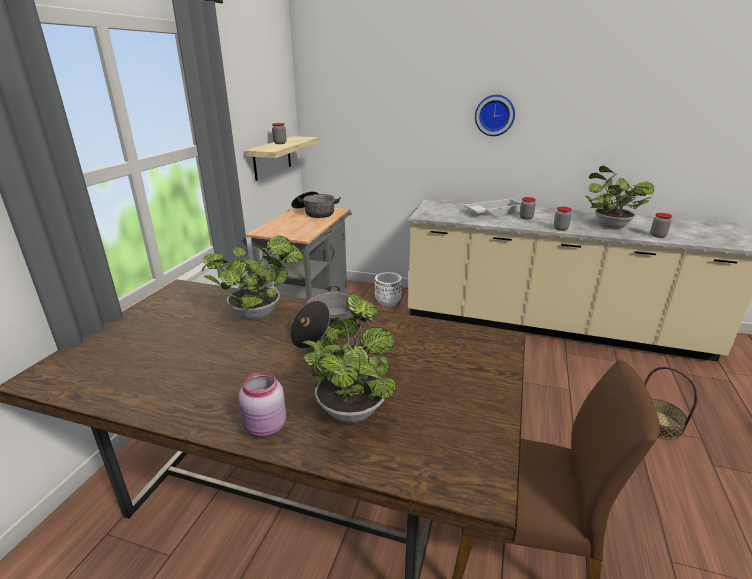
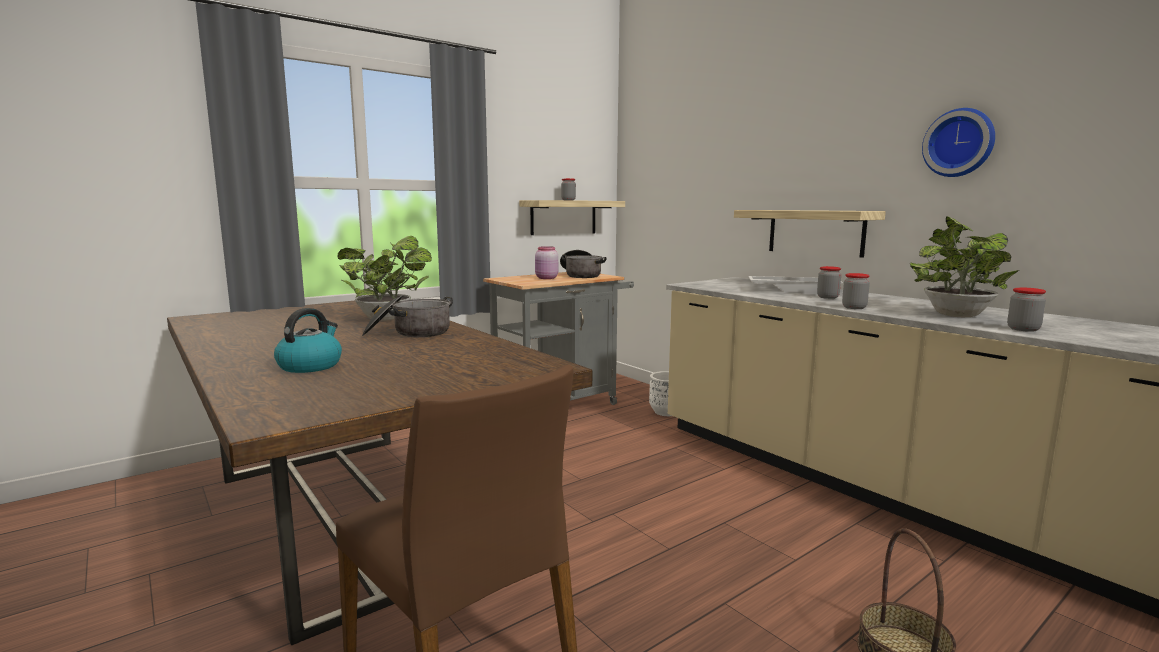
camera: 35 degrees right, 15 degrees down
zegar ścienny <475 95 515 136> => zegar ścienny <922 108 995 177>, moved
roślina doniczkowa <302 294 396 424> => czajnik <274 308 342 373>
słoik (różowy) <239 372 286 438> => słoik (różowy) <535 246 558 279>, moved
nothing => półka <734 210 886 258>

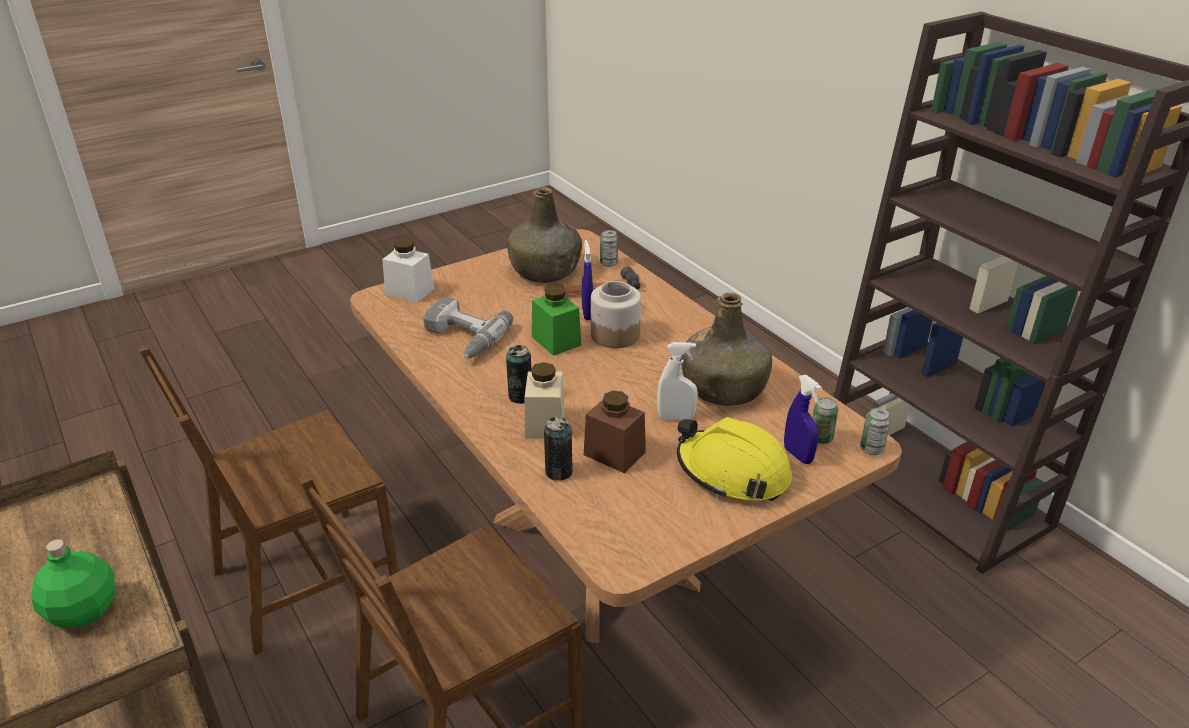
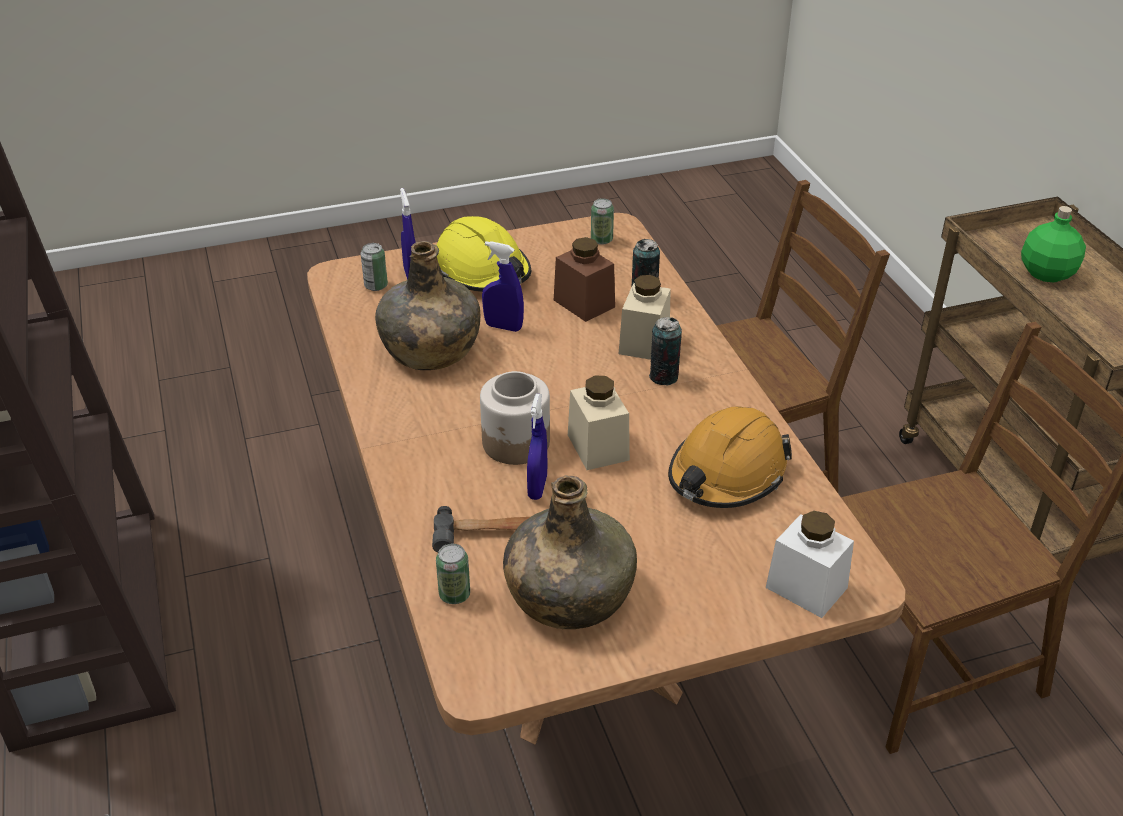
camera: 165 degrees left, 5 degrees up
słoik (zielony) <532 285 581 356> => słoik (beżowy) <568 375 630 470>
wiertarka <423 297 513 359> => kask (pomarańczowy) <668 406 792 508>
spryskiwacz (biały) <657 342 698 420> => spryskiwacz (niebieski) <482 241 524 332>
puszka <860 408 891 455> => puszka <591 198 614 245>, moved

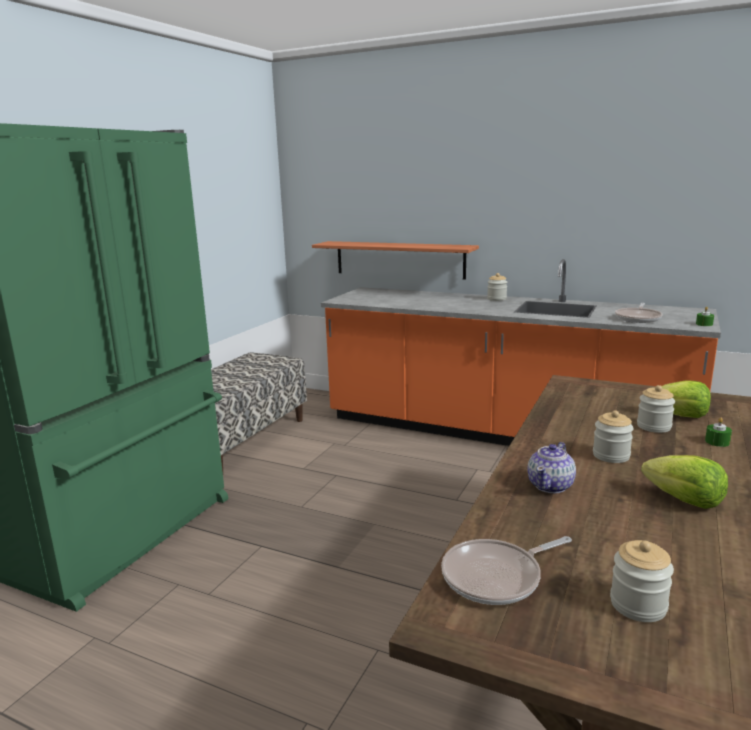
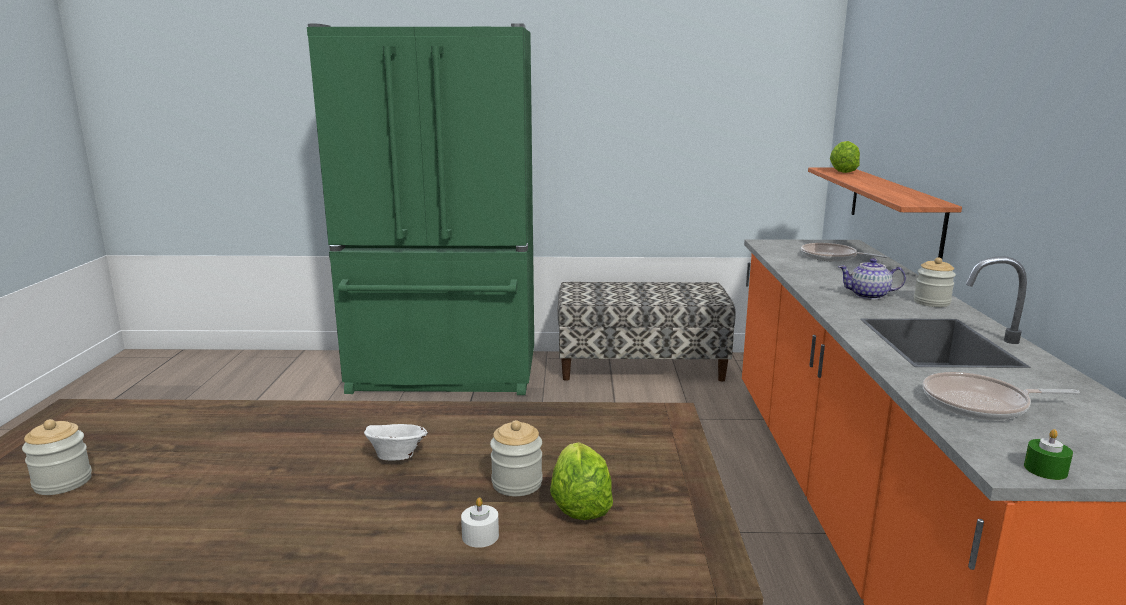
camera: 65 degrees right, 0 degrees up
słoik <593 410 634 463> => miska (biały) <364 424 428 461>
świeca (zielony) <705 418 732 447> => świeca (biały) <461 497 499 548>
imbryk <527 442 576 493> => imbryk <838 258 906 300>, moved
sałata <641 455 728 509> => sałata <830 141 860 173>, moved
patelnia <441 536 572 605> => patelnia <801 243 887 262>, moved

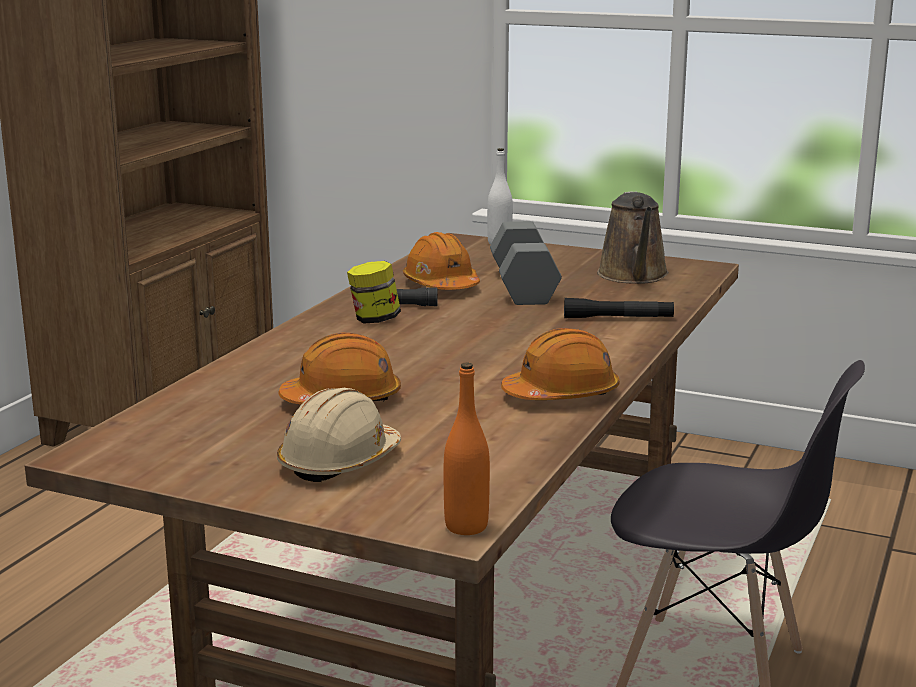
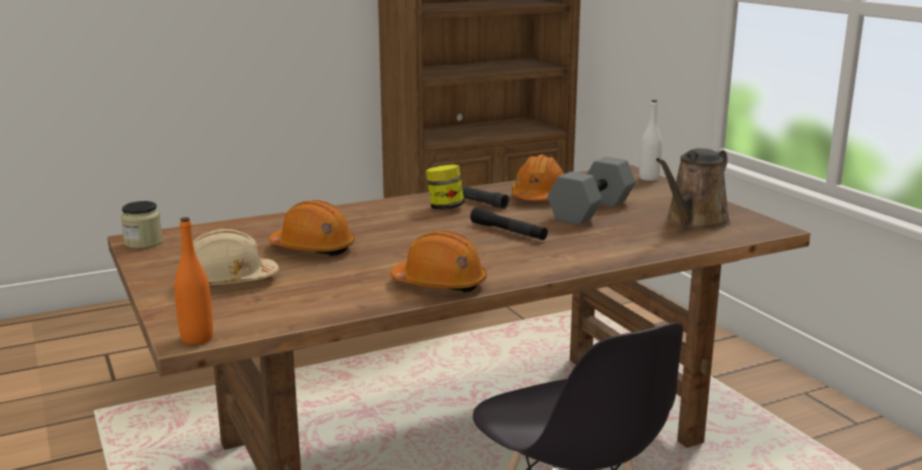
camera: 40 degrees right, 0 degrees up
latarka (czarny) <564 298 674 318> => latarka (czarny) <470 207 548 240>, moved
nothing => słoik <121 201 162 249>

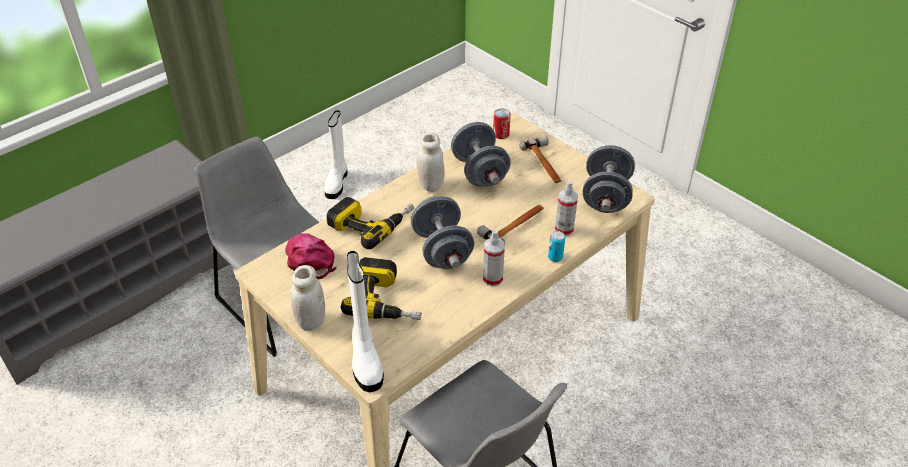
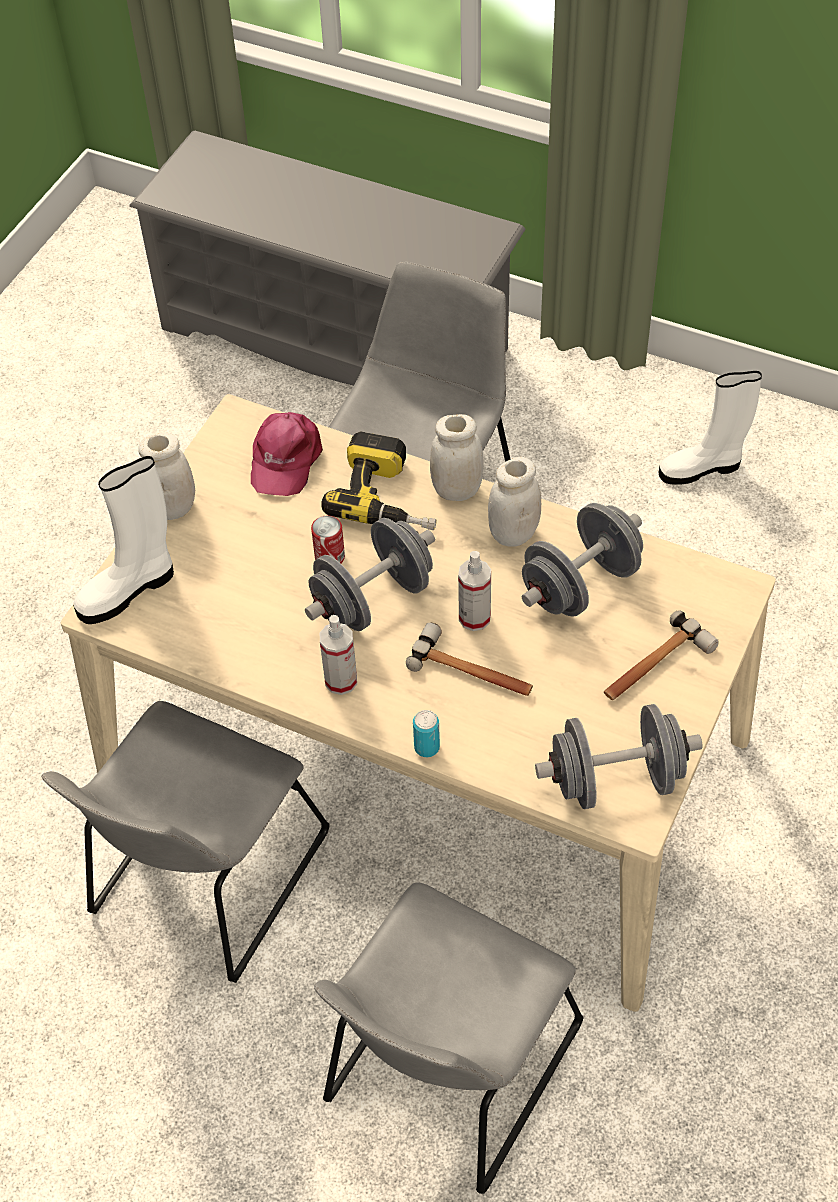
camera: 70 degrees right, 10 degrees up
puszka <493 109 511 139> => puszka <311 516 345 563>, moved
spryskiwacz <555 180 578 236> => spryskiwacz <458 551 491 631>, moved
czapka z daszkiem (różowy) <286 233 336 279> => czapka z daszkiem (różowy) <251 412 323 496>, 150 degrees clockwise
wiertarka <341 257 422 320> => nothing
nothing => słoik (biały) <430 414 484 501>
nothing => krzesło (szary) <314 882 584 1194>

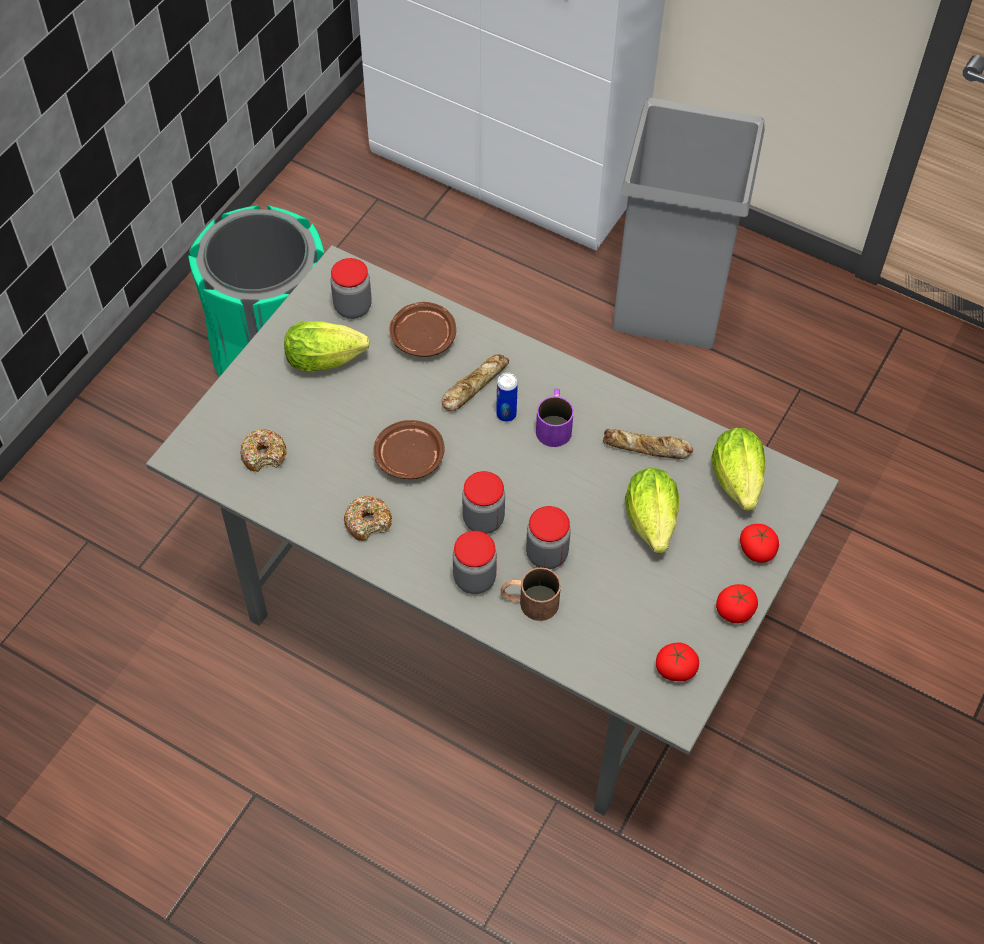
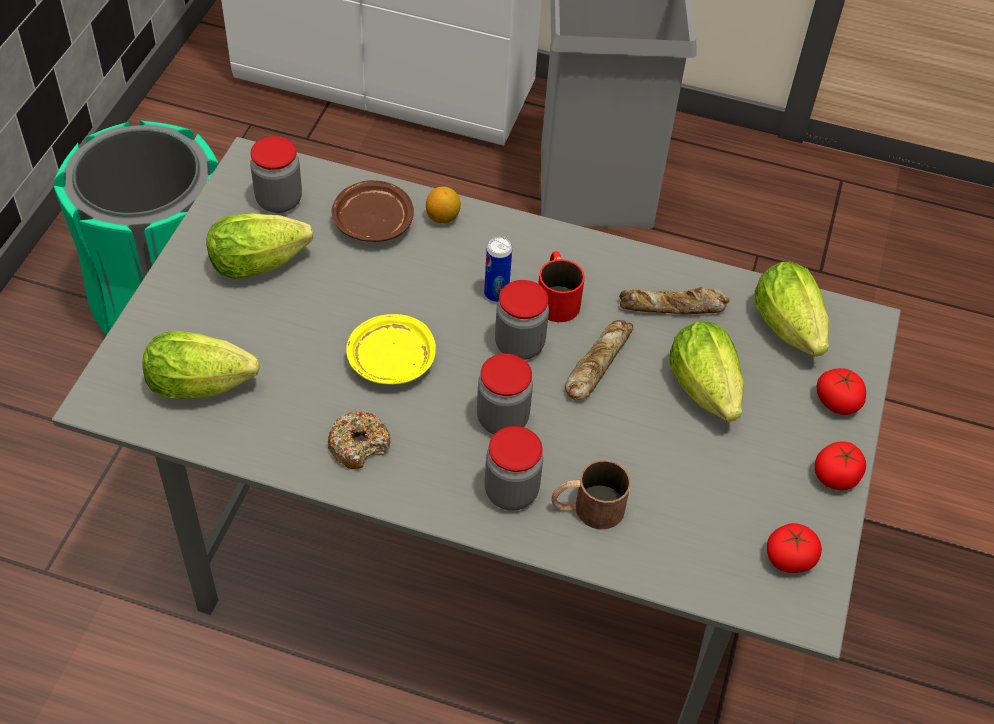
camera: 15 degrees left, 5 degrees down
chleb <442 354 509 412> => chleb <565 320 633 401>, moved
kubek (fioletowy) <536 389 574 447> => kubek (czerwony) <538 251 585 322>
talerz (brązowy) <373 420 445 479> => talerz (żółty) <346 314 436 385>
donut <240 429 287 472> => sałata <142 331 260 399>
słoik <526 506 571 569> => słoik <495 280 549 360>, moved
nothing => cytryna <426 187 461 223>

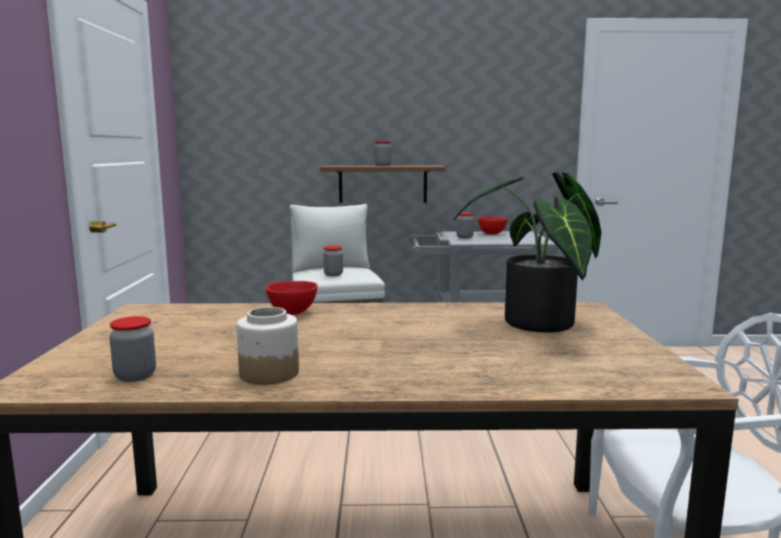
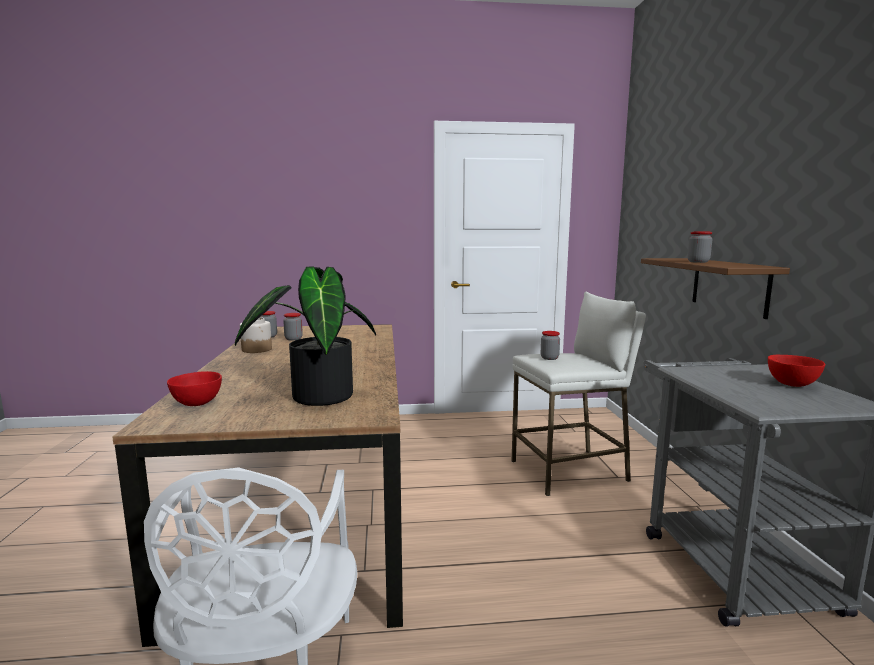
camera: 85 degrees right, 0 degrees up
słoik <456 212 474 238> => słoik <283 313 303 340>, moved
miska (czerwony) <266 281 318 315> => miska (czerwony) <167 371 222 406>, moved

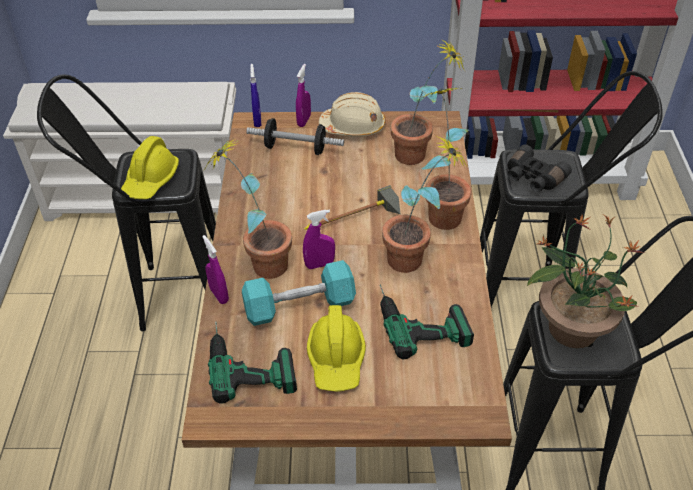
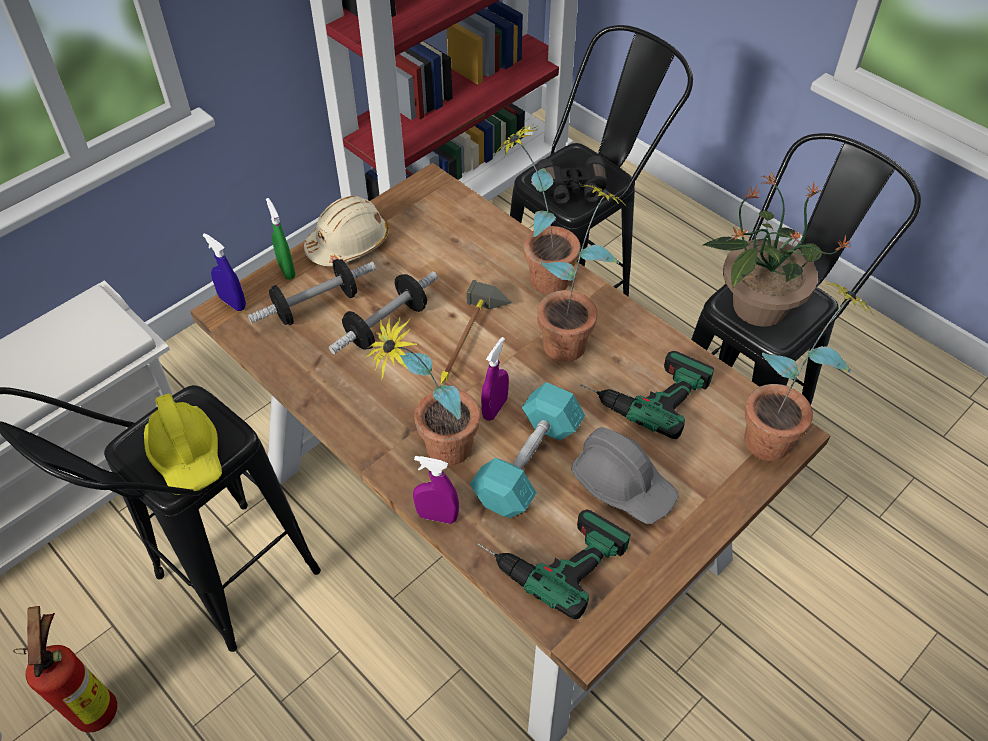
camera: 45 degrees left, 5 degrees up
roślina doniczkowa <390 38 464 165> => roślina doniczkowa <744 279 873 461>, moved
spryskiwacz (fioletowy) <296 64 311 127> => spryskiwacz (zielony) <266 198 296 280>
kask (żółty) <307 305 366 392> => kask (szary) <571 427 679 524>
nothing => hantel <329 271 438 354>
nothing => gaśnica <13 606 117 732>

